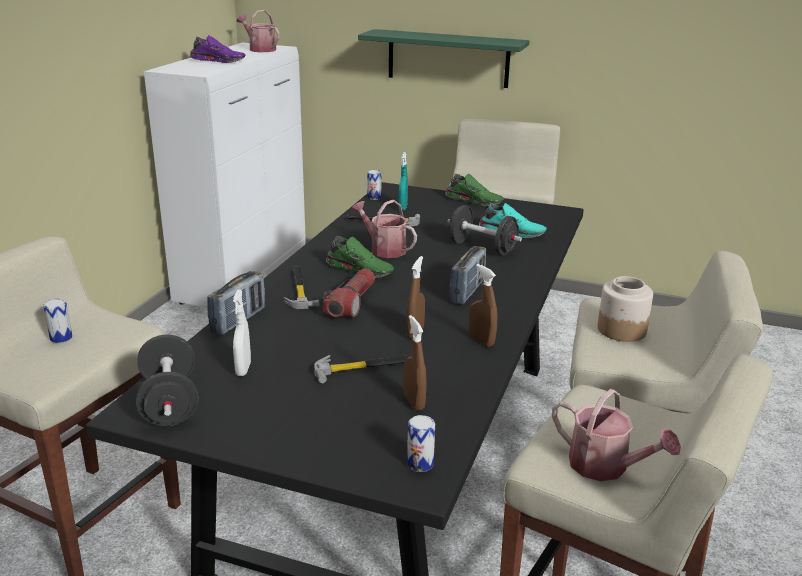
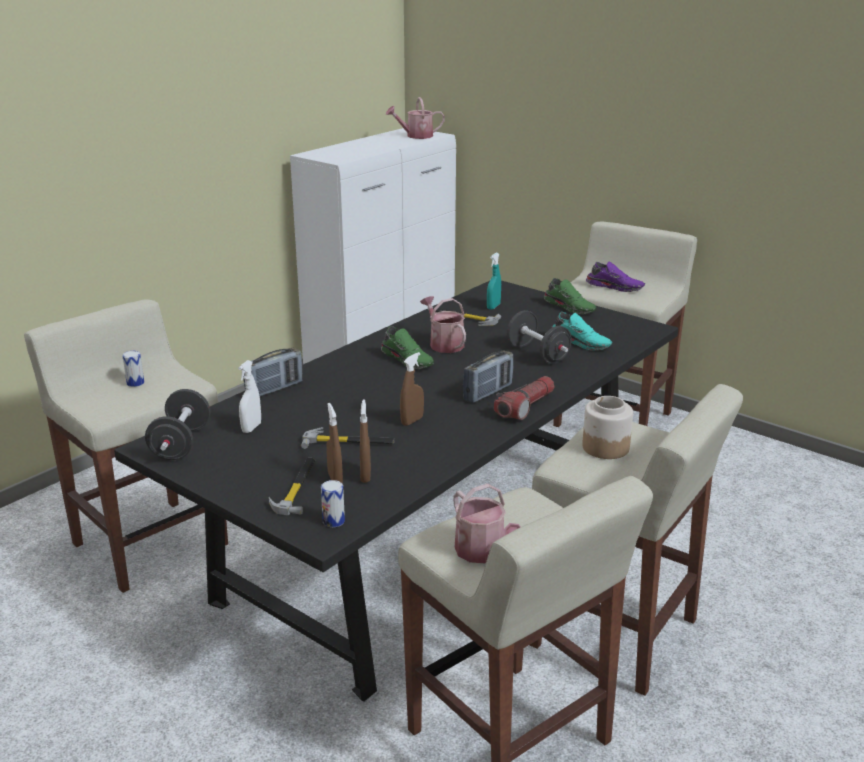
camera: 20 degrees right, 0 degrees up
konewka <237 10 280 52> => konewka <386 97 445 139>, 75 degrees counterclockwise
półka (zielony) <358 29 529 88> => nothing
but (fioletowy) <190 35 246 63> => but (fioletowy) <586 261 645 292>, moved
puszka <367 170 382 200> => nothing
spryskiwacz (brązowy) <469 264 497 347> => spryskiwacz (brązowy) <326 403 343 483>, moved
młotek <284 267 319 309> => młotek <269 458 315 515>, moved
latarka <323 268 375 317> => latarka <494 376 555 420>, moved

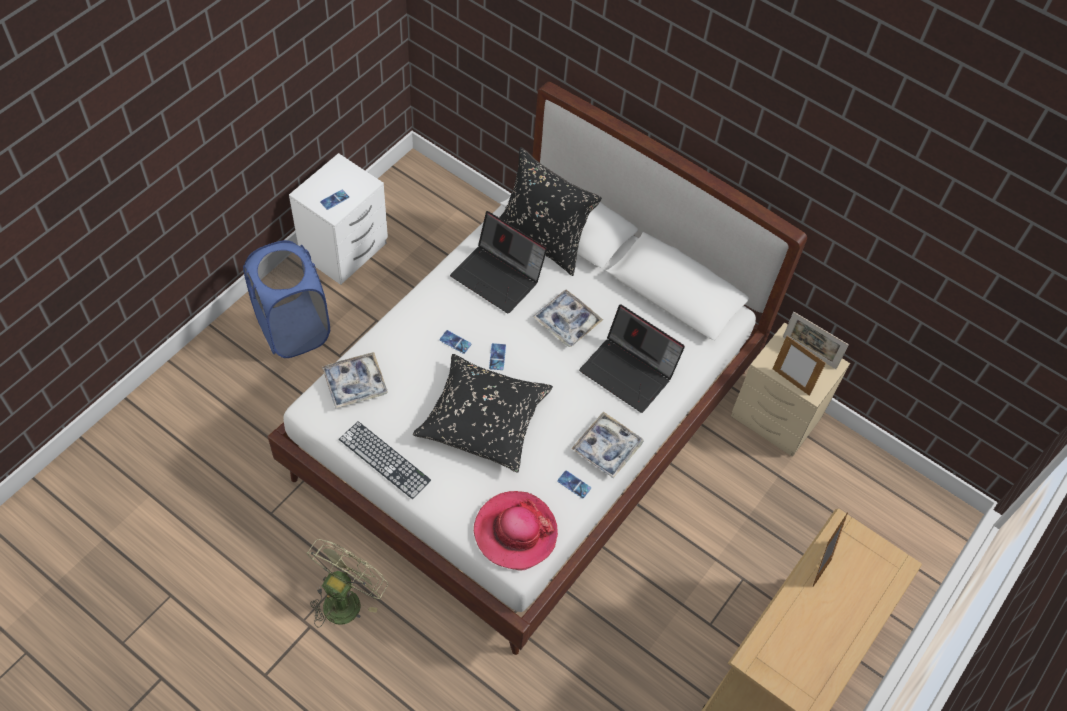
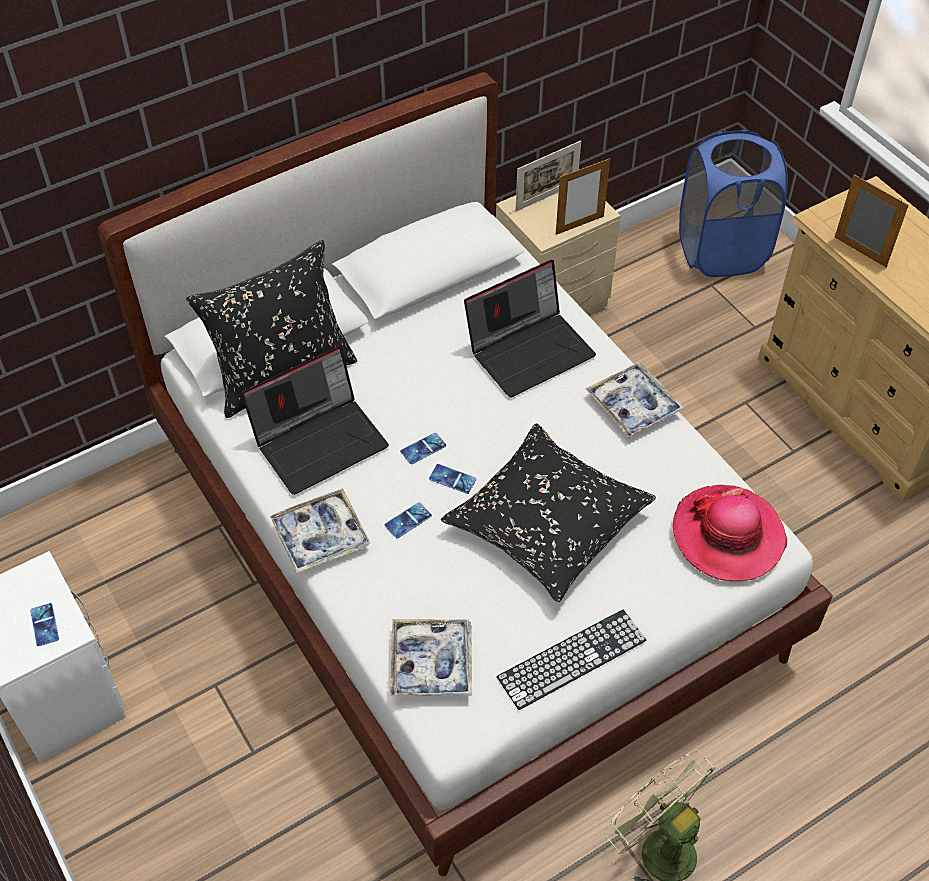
camera: 65 degrees left, 5 degrees down
kosz na pranie (niebieski) <243 240 330 358> => kosz na pranie (niebieski) <679 130 788 277>, moved
taca <533 289 603 347> => taca <270 488 370 573>, moved
telefon <557 470 591 499> => telefon <400 432 446 464>, moved

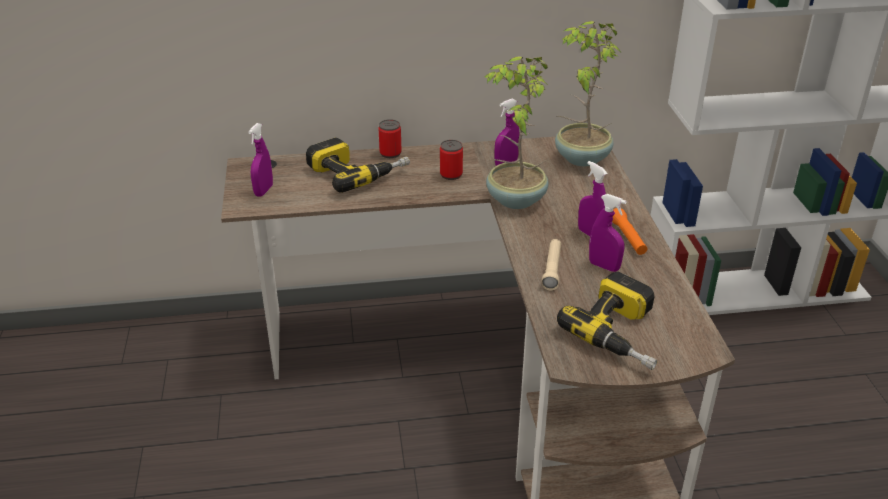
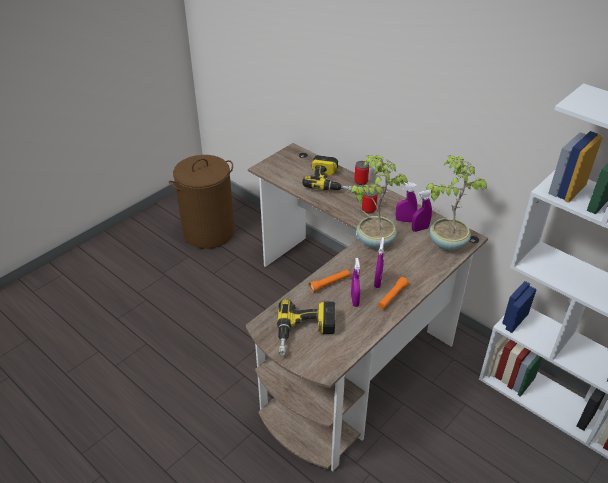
camera: 50 degrees right, 5 degrees up
spryskiwacz (fioletowy) <248 123 273 197> => spryskiwacz (fioletowy) <412 190 432 232>, moved
latarka (beżowy) <541 239 561 290> => latarka (pomarańczowy) <309 270 350 293>
nothing => kosz na pranie (brązowy) <169 155 235 249>

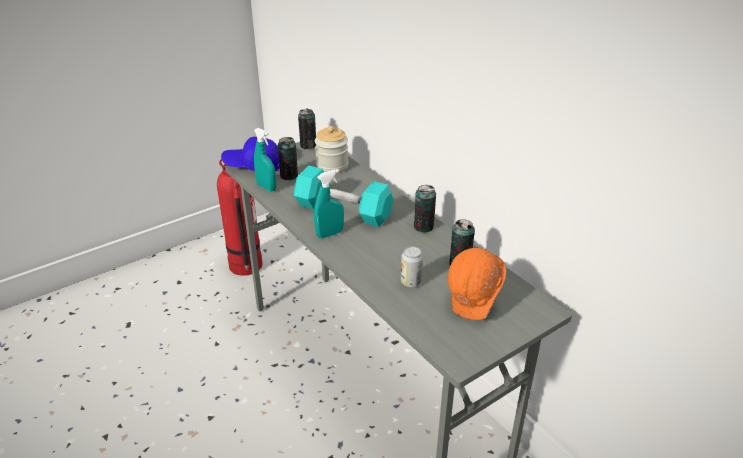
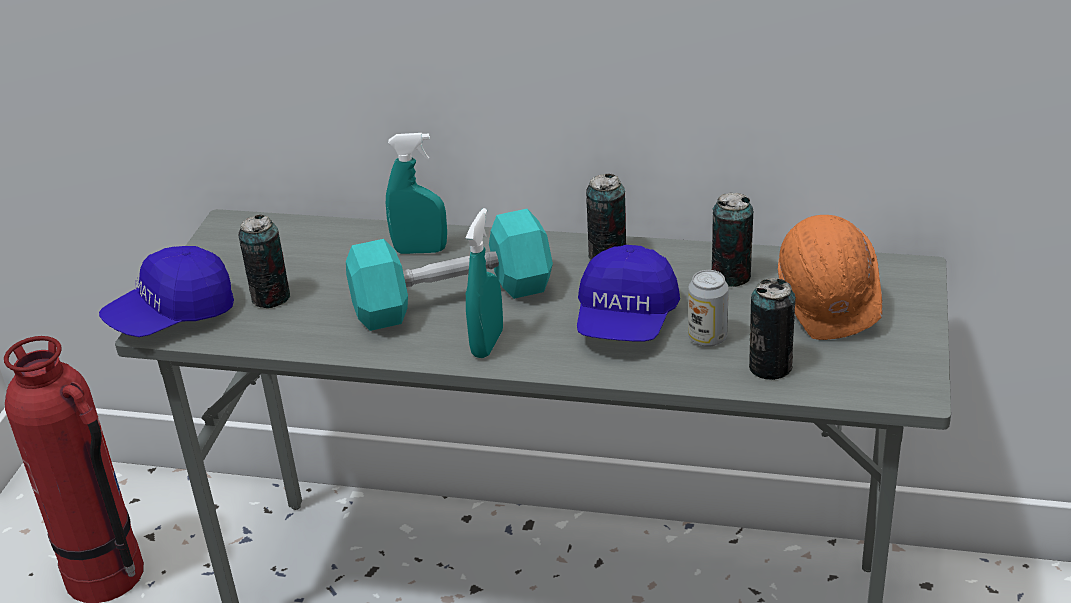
camera: 40 degrees left, 0 degrees up
puszka <298 109 316 149> => puszka <749 278 796 380>, moved
słoik <315 126 348 174> => nothing
spryskiwacz (turkusowy) <254 128 277 191> => spryskiwacz (turkusowy) <386 133 447 254>, moved
nothing => czapka z daszkiem (niebieski) <577 245 680 342>

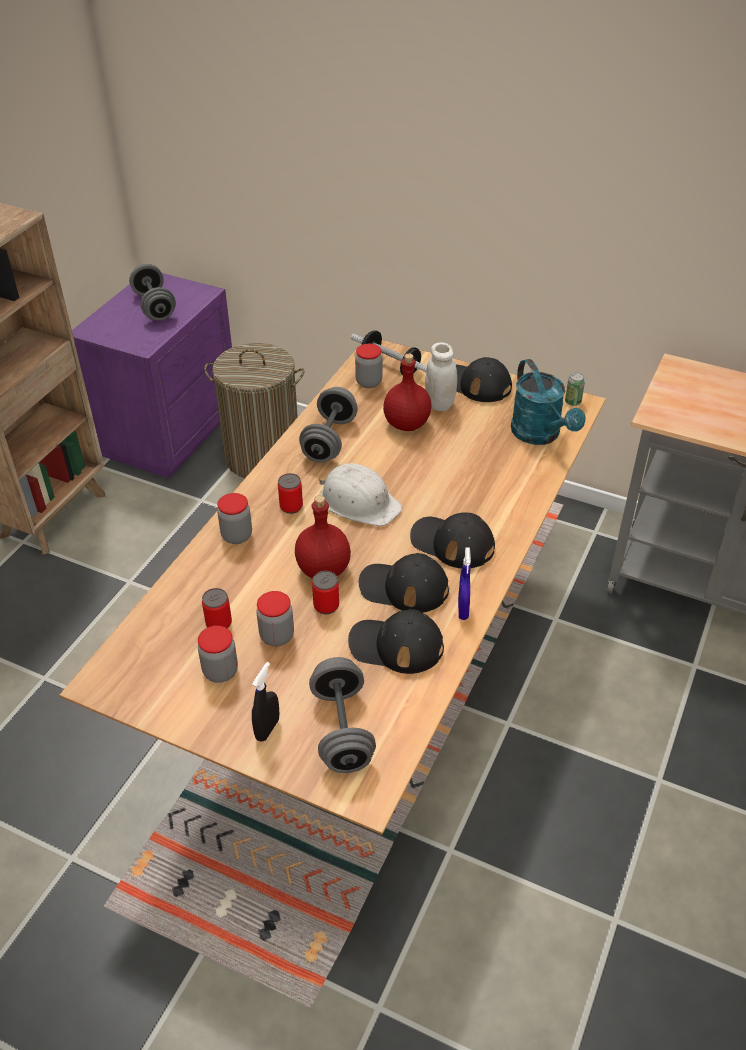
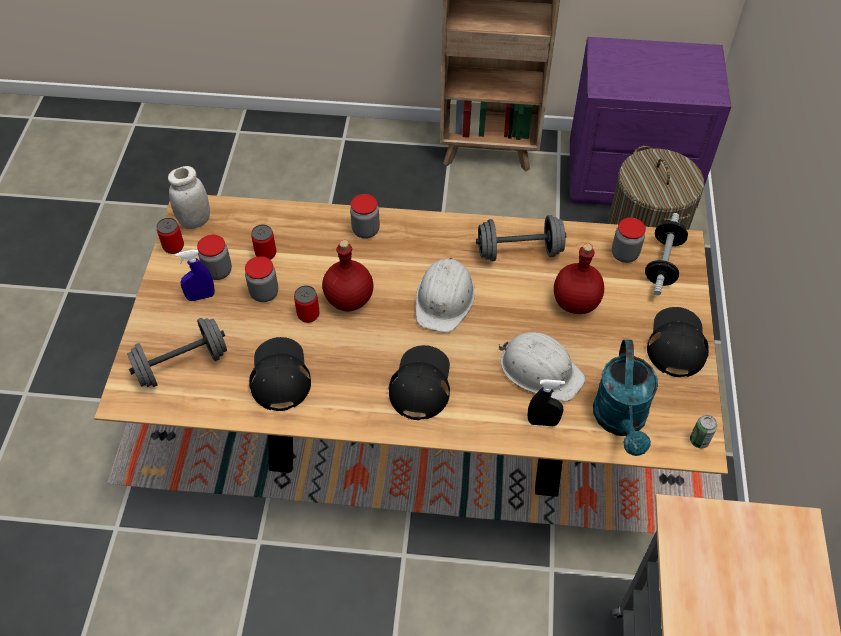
camera: 70 degrees right, 10 degrees up
hantel (szary) <129 264 176 321> => nothing
słoik (biały) <425 342 457 411> => słoik (biały) <168 166 210 229>, moved
konewka (turkusowy) <511 359 586 445> => konewka (turkusowy) <593 339 658 456>, 45 degrees counterclockwise
puszka <278 473 303 514> => puszka <157 218 184 254>, moved
spryskiwacz (niebieski) <458 547 471 620> => spryskiwacz (niebieski) <175 250 215 301>, moved
czapka z daszkiem (czarny) <359 553 449 613> => nothing
spryskiwacz (czarny) <252 662 279 742> => spryskiwacz (czarny) <528 379 565 426>, moved
nothing => kask (biały) <499 332 585 402>

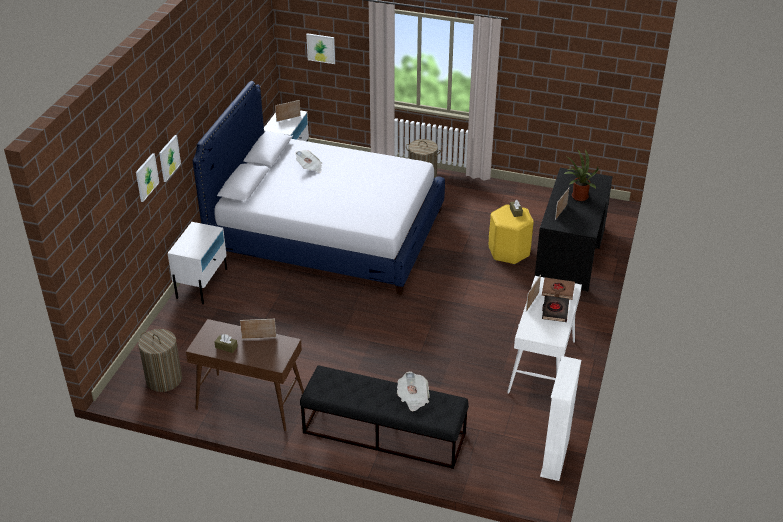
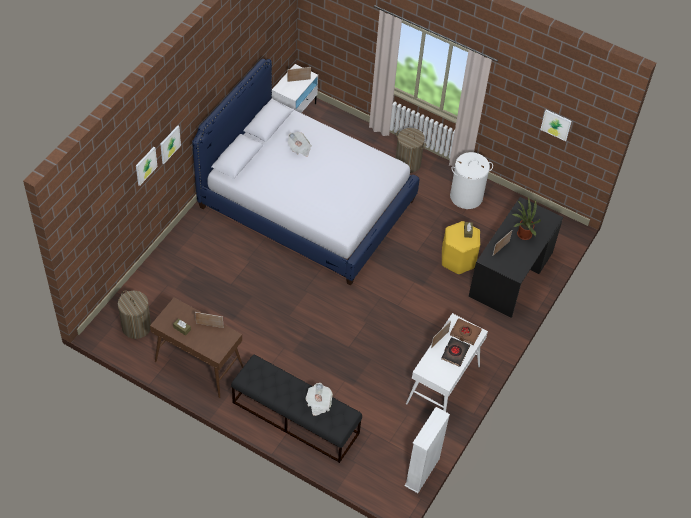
camera: 10 degrees right, 15 degrees up
obraz <306 33 335 64> => obraz <540 110 572 141>, moved
szafka nocna (biały) <168 222 227 304> => nothing
nothing => kosz na pranie (biały) <450 152 493 209>

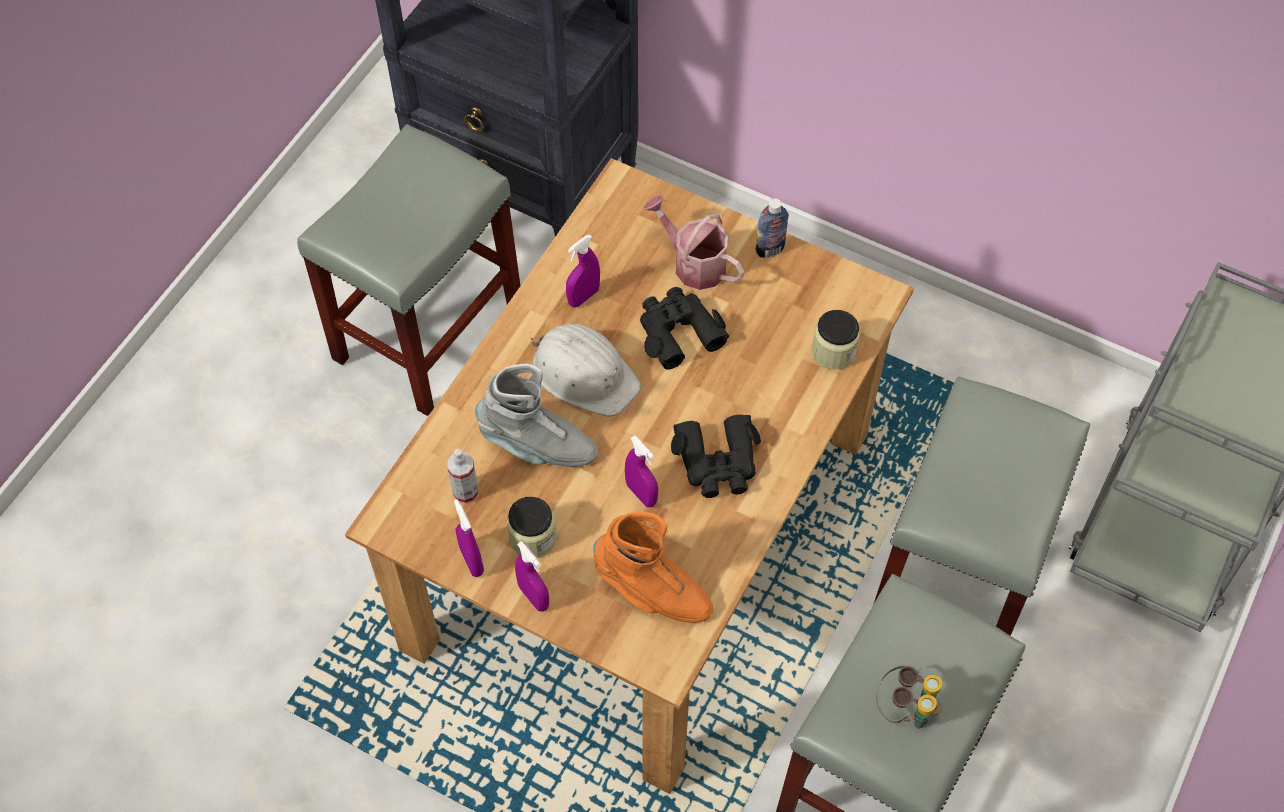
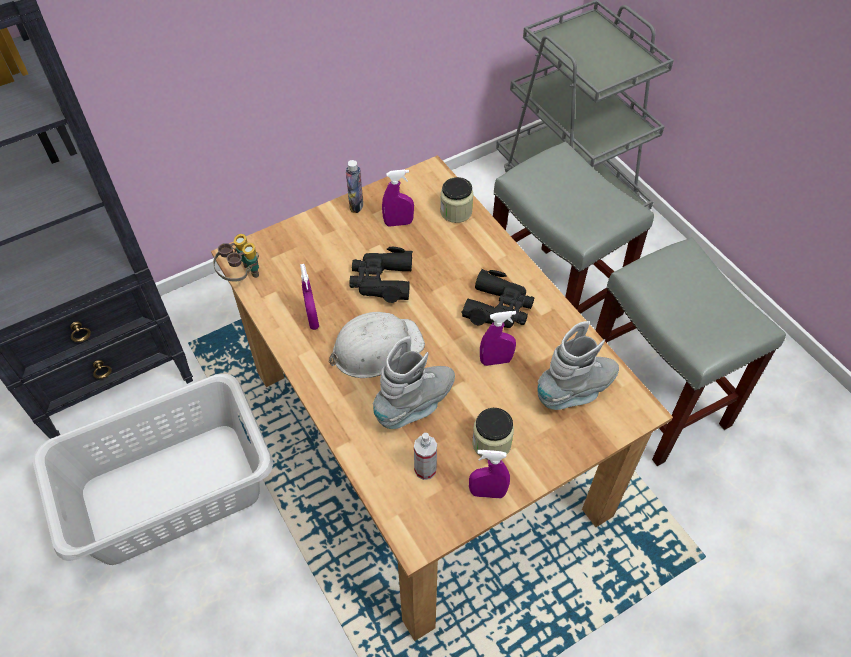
camera: 60 degrees left, 5 degrees down
stołek (szary) <297 124 520 416> => kosz na pranie (szary) <33 374 273 565>
konewka <643 195 744 290> => nothing
but z cholewką (pomarańczowy) <593 512 713 623> => but z cholewką (szary) <537 321 619 410>
spryskiwacz (fioletowy) <515 541 549 612> => spryskiwacz (fioletowy) <382 169 414 227>, moved
lornetka <876 665 942 729> => lornetka <213 234 259 281>, moved

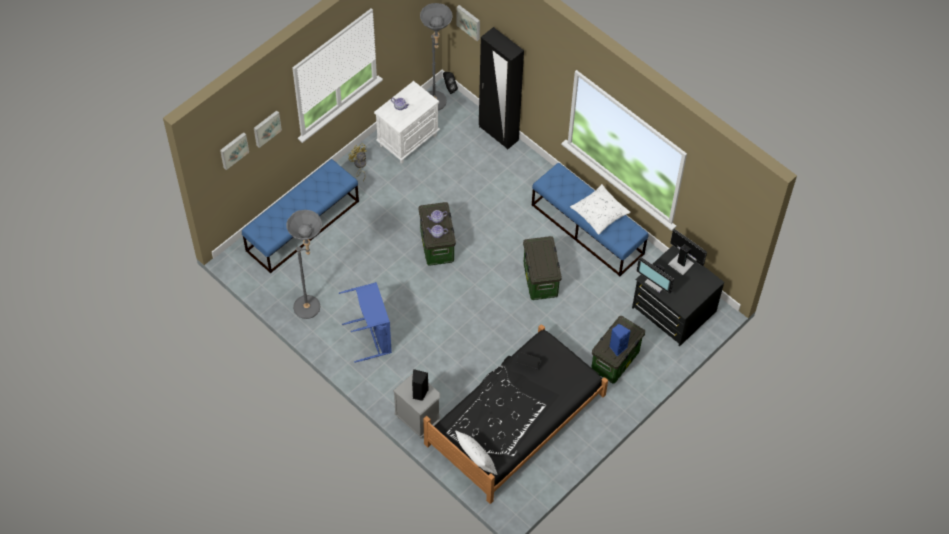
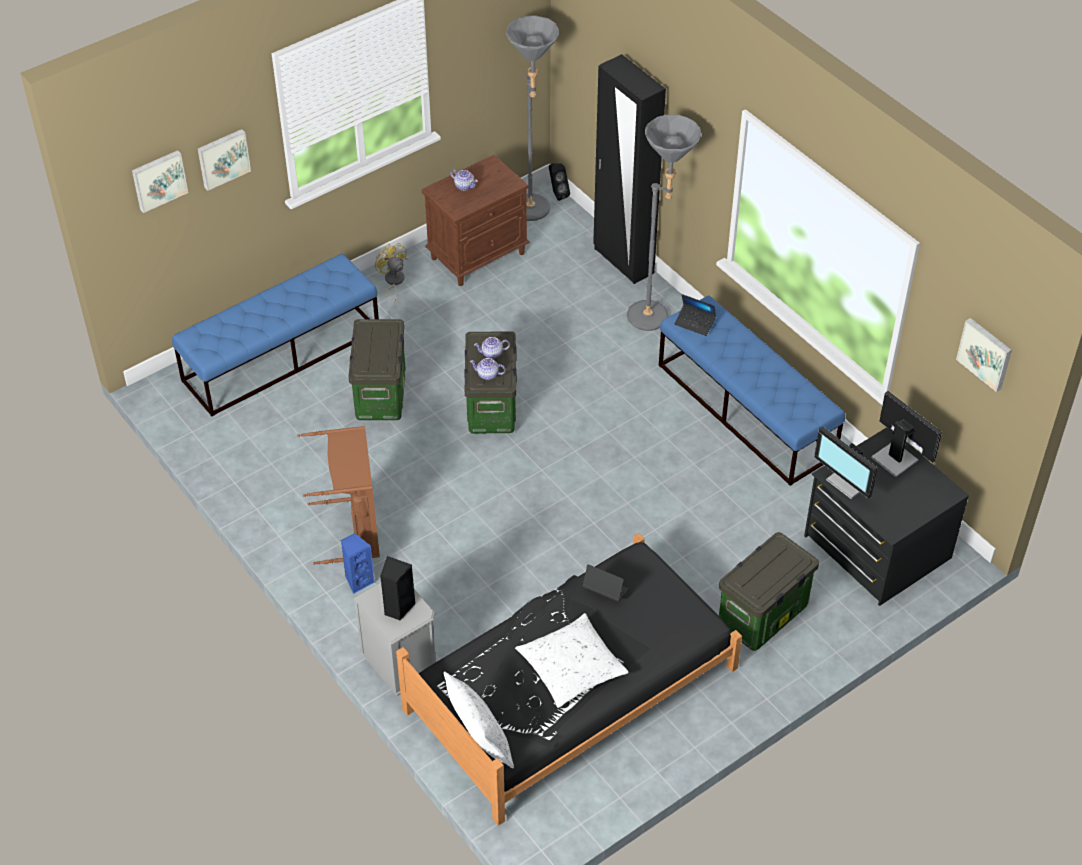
camera: 10 degrees right, 10 degrees down
obraz <457 5 480 41> => obraz <956 318 1012 392>, moved
szafka nocna (biały) <374 81 440 164> => szafka nocna (brązowy) <422 155 530 286>
poduszka (biały) <570 184 630 235> => poduszka (biały) <515 613 629 708>, moved
lampa stojąca (szary) <286 210 322 319> => lampa stojąca (szary) <627 115 701 331>, moved
pojemnik do przechowywania <523 236 562 300> => pojemnik do przechowywania <348 319 405 420>, moved
kosz na pranie (niebieski) <339 282 392 363> => kosz na pranie (brązowy) <297 426 380 565>
głośnik (niebieski) <609 324 631 356> => głośnik (niebieski) <341 533 375 594>, moved
nothing => laptop <674 294 716 336>

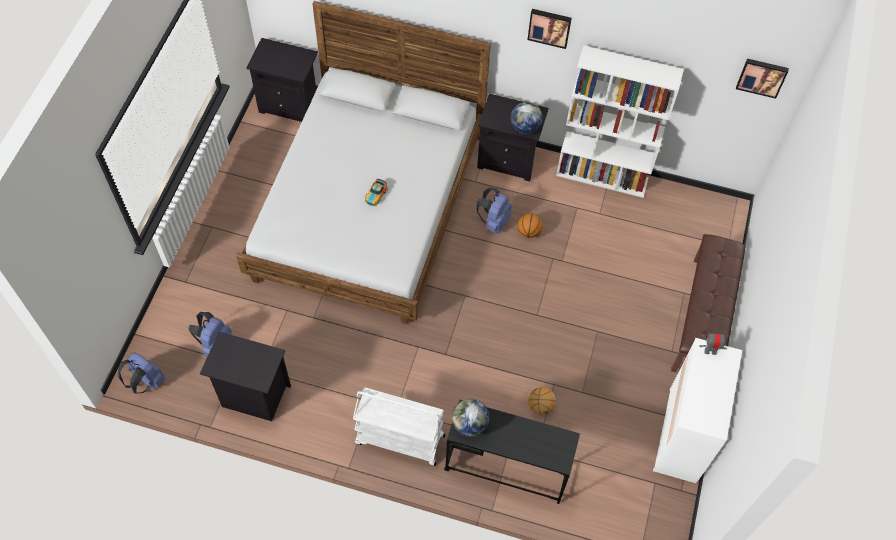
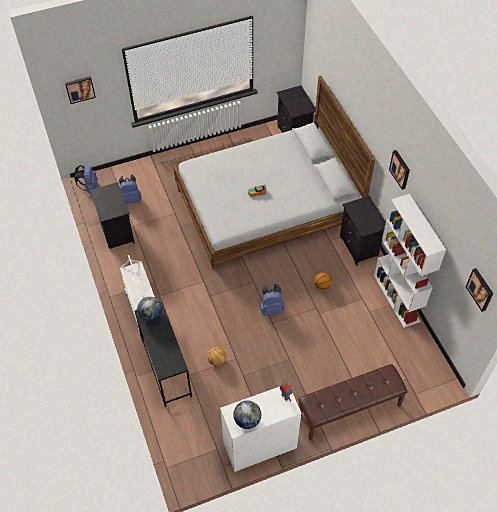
camera: 55 degrees right, 5 degrees down
globus <511 102 543 134> => globus <233 400 261 429>, moved
plecak (niebieski) <477 188 512 234> => plecak (niebieski) <260 284 285 316>, moved
nothing => obraz <65 76 96 104>

